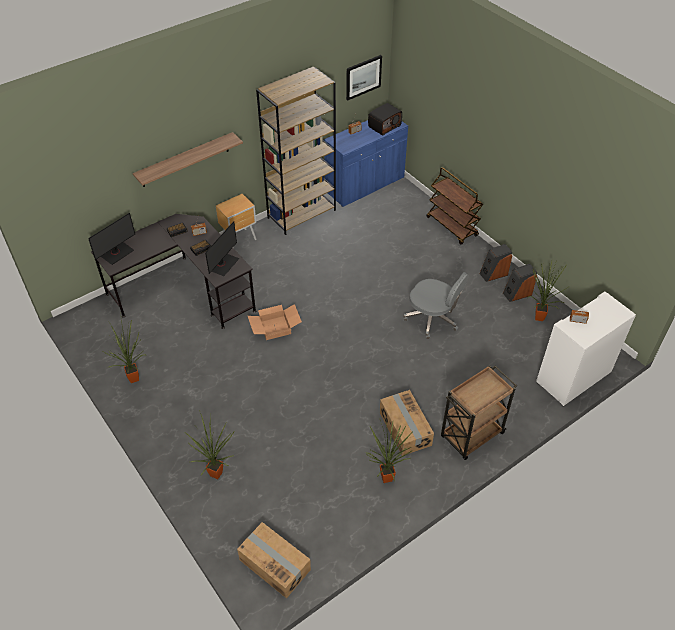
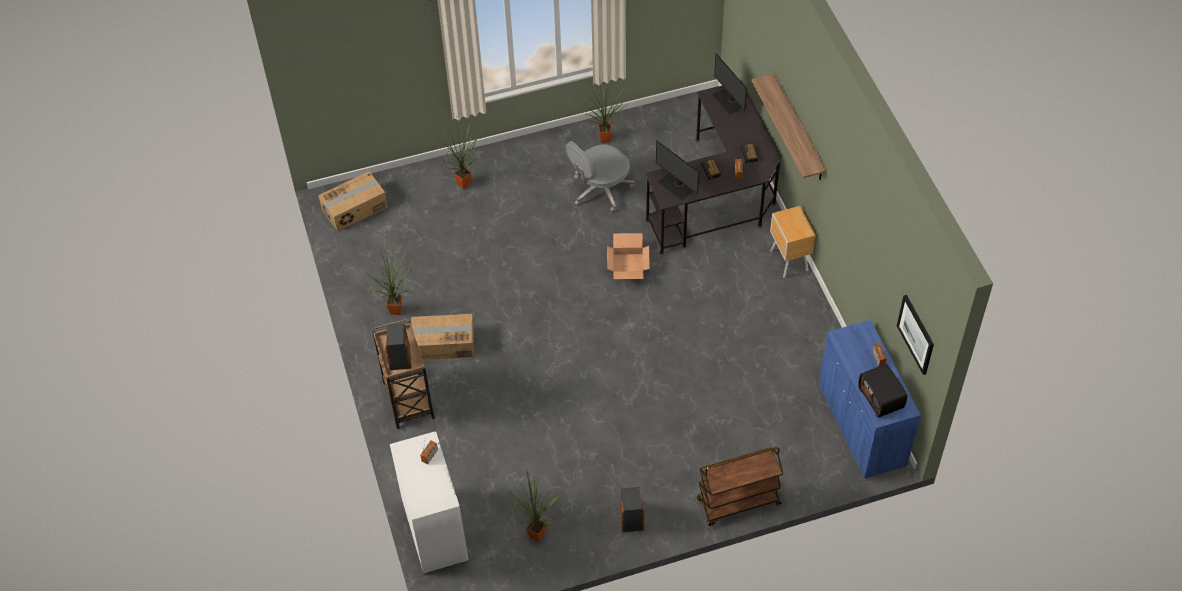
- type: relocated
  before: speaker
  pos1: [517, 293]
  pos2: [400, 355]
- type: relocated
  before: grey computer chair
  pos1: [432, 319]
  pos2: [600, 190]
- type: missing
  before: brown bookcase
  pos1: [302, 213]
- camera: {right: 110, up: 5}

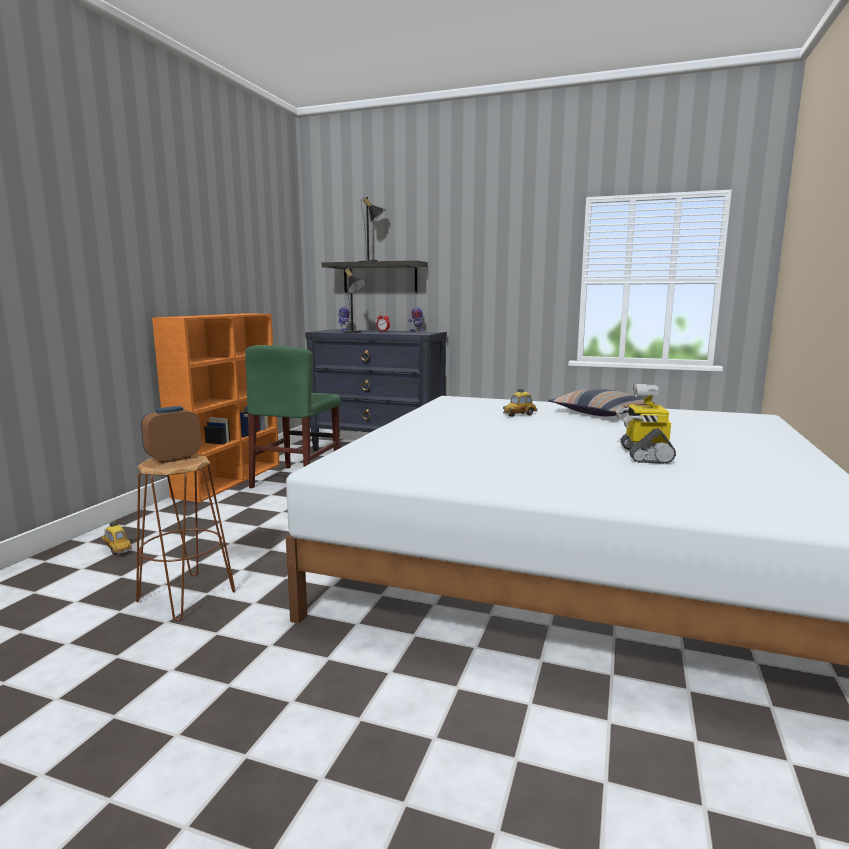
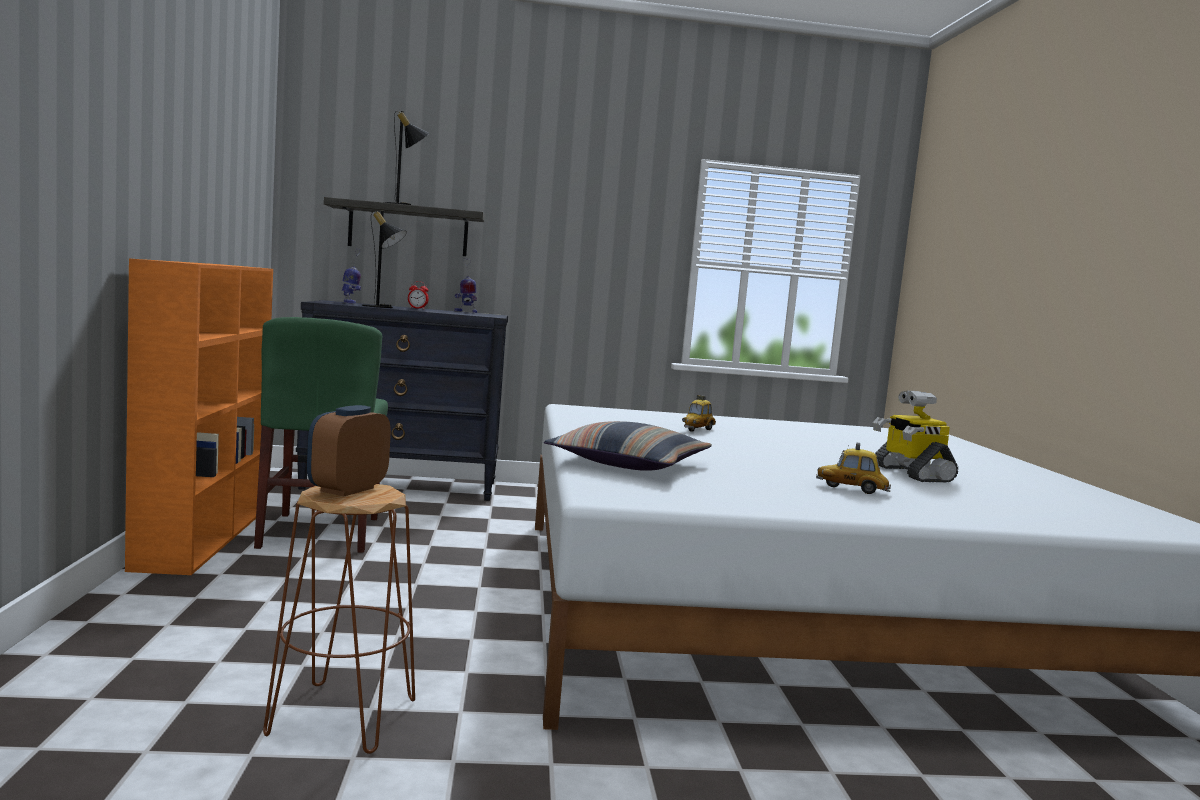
- type: relocated
  before: cushion
  pos1: [600, 413]
  pos2: [629, 463]
- type: relocated
  before: model car
  pos1: [116, 549]
  pos2: [851, 489]
- camera: {right: -25, up: -5}

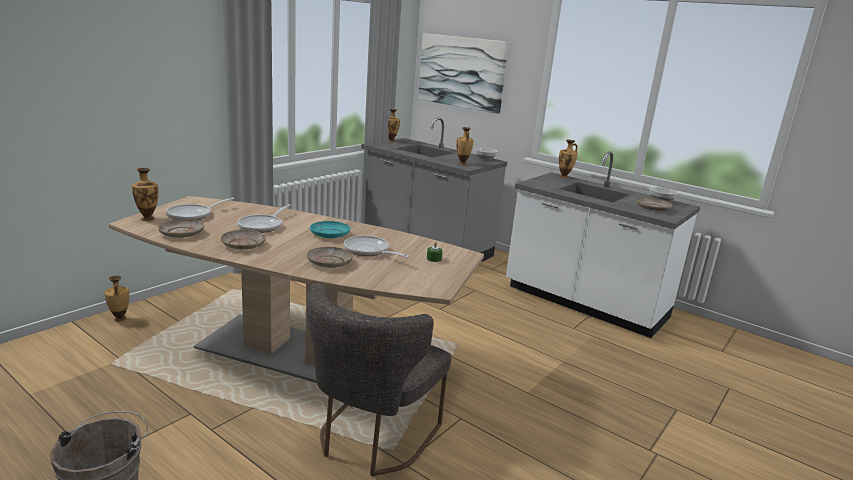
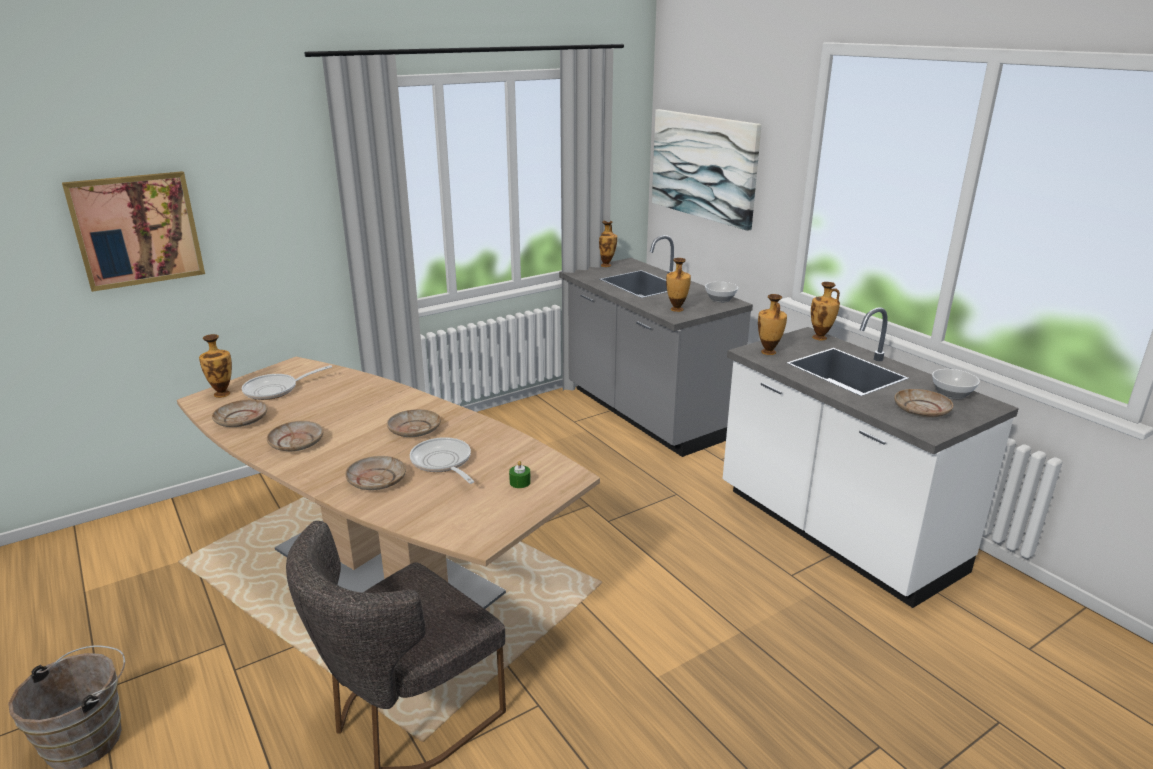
- type: appeared
  after: wall art
  pos2: [137, 230]
- type: colour
  before: turquoise plate
  after: beige-coloured plate
  pos1: [329, 234]
  pos2: [414, 430]
- type: relocated
  before: vase
  pos1: [119, 319]
  pos2: [768, 352]
- type: missing
  before: frying pan
  pos1: [263, 226]
- camera: {right: 20, up: 5}

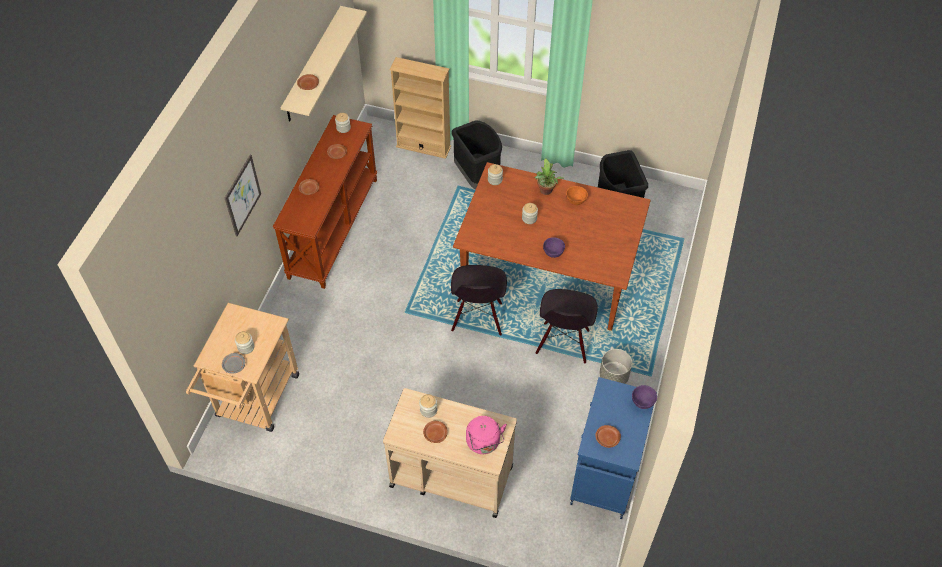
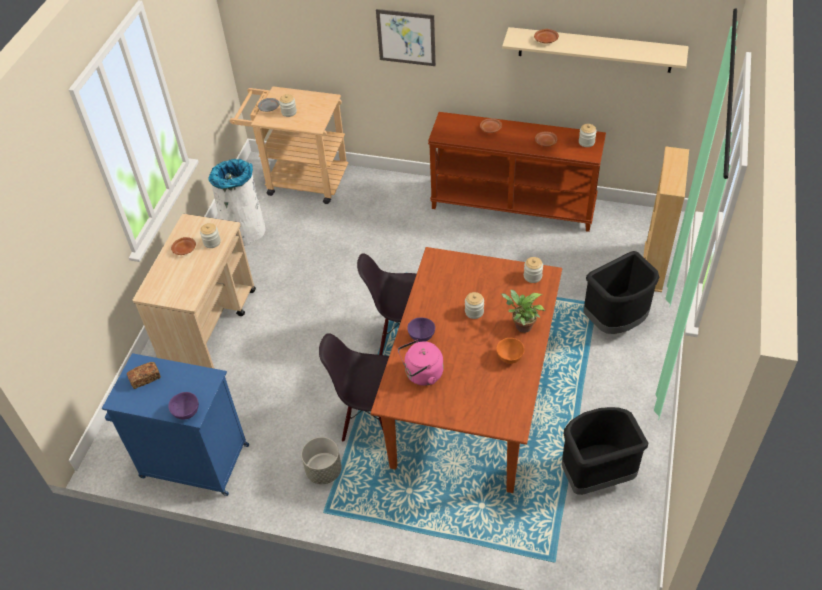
- type: exchanged
  before: brown plate
  after: bread
  pos1: [607, 438]
  pos2: [145, 378]
- type: appeared
  after: whitish waste bin
  pos2: [245, 231]
- type: relocated
  before: pink kettle
  pos1: [484, 443]
  pos2: [422, 374]
- camera: {right: 90, up: -5}

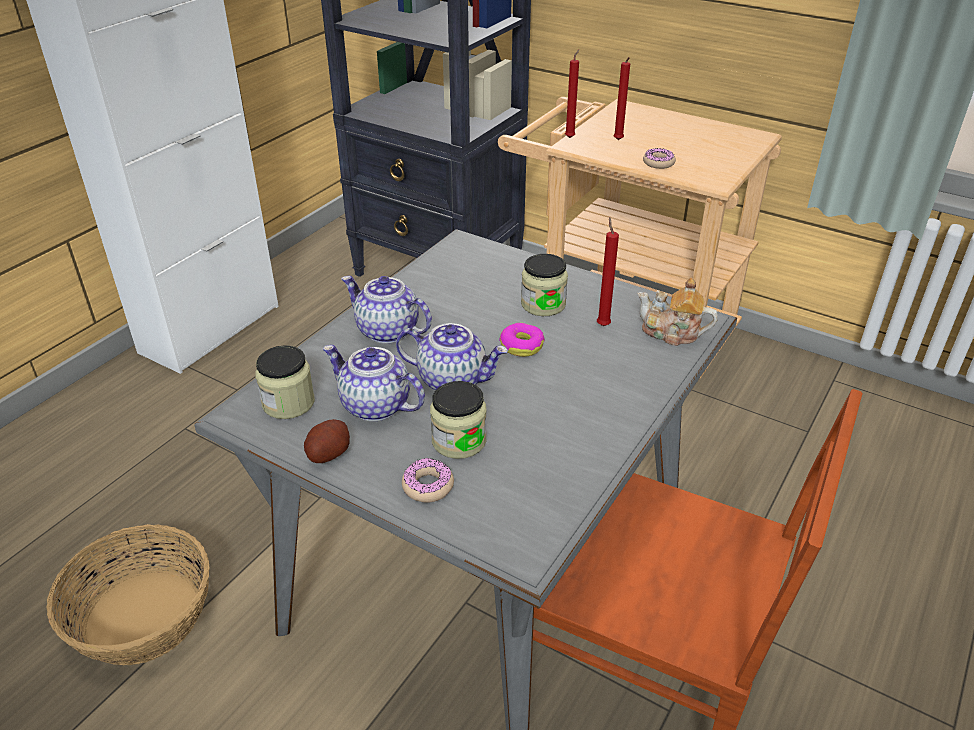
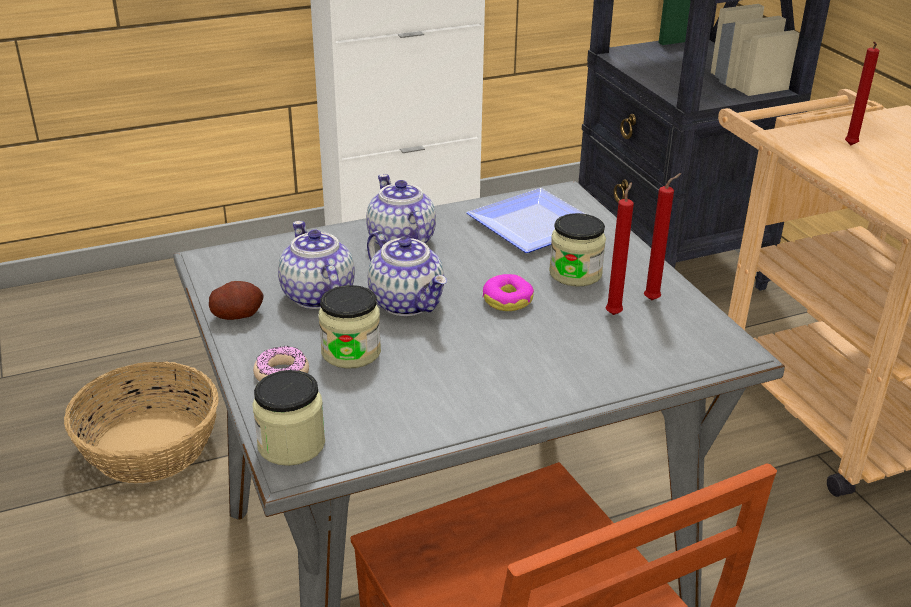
- type: relocated
  before: storage jar
  pos1: [288, 403]
  pos2: [291, 444]
- type: appeared
  after: plate
  pos2: [533, 227]
- type: relocated
  before: red wax light
  pos1: [570, 137]
  pos2: [654, 299]
- type: missing
  before: tea pot
  pos1: [671, 333]
- type: missing
  before: doughnut
  pos1: [658, 163]
- camera: {right: 35, up: -5}

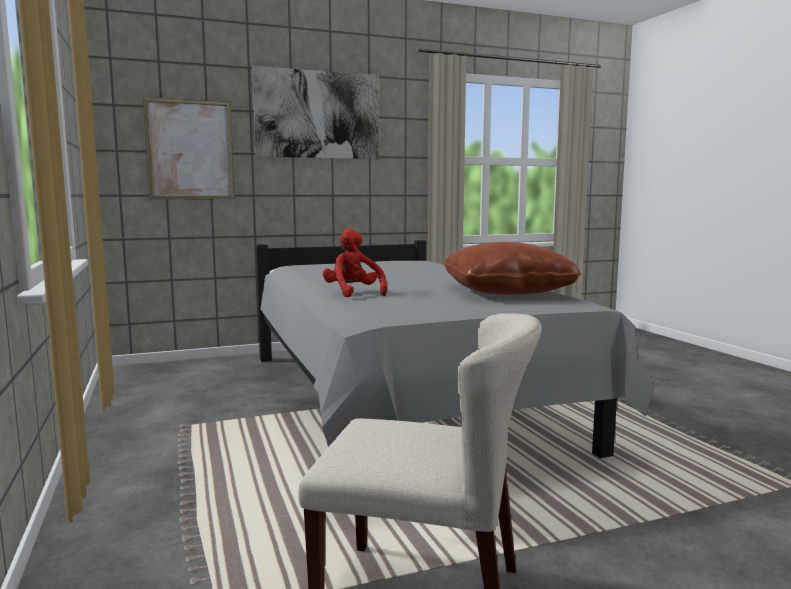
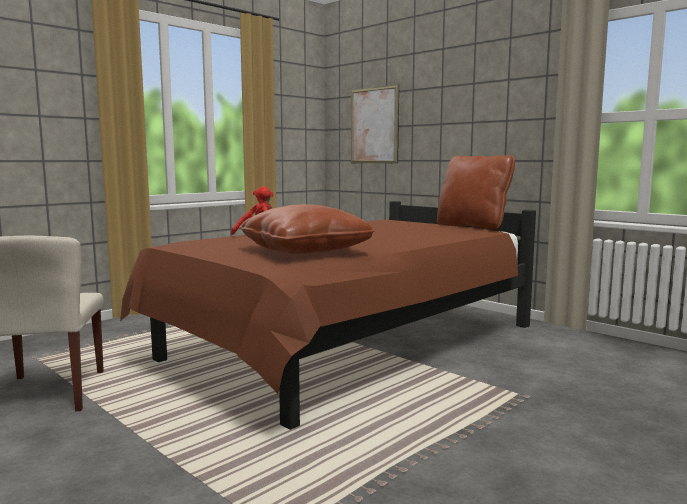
- type: colour
  before: grey bed
  after: brown bed
  pos1: [402, 402]
  pos2: [348, 345]
- type: appeared
  after: brown cushion
  pos2: [473, 226]
- type: missing
  before: wall art
  pos1: [318, 115]
- camera: {right: 65, up: 0}

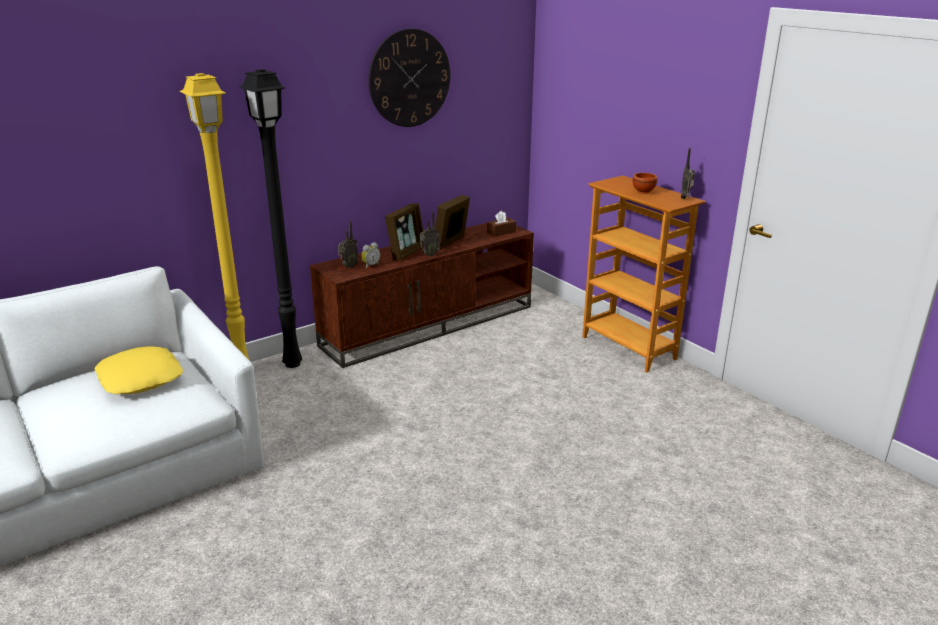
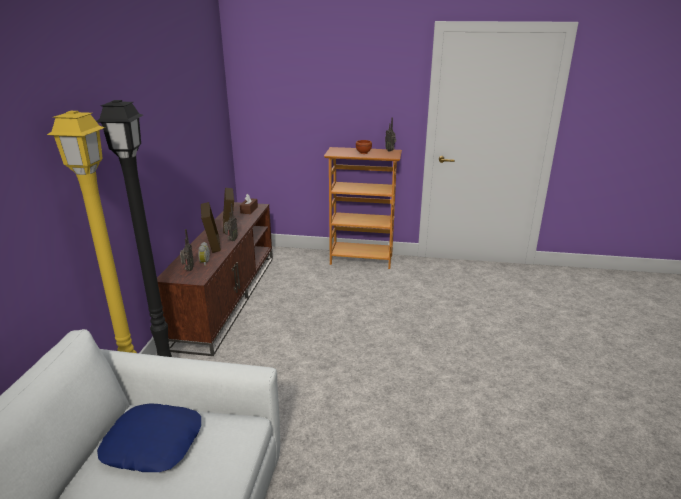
- type: colour
  before: yellow cushion
  after: blue-coloured cushion
  pos1: [141, 378]
  pos2: [153, 443]
- type: missing
  before: wall clock
  pos1: [409, 78]
- camera: {right: -45, up: 0}

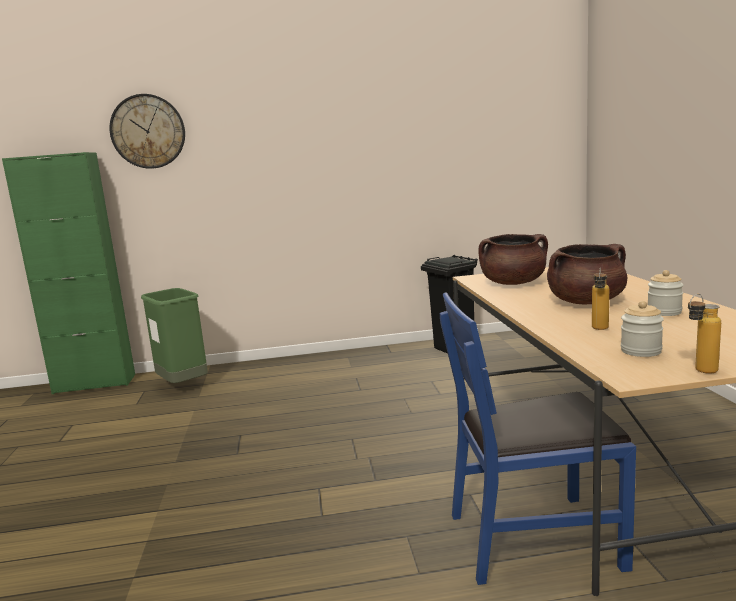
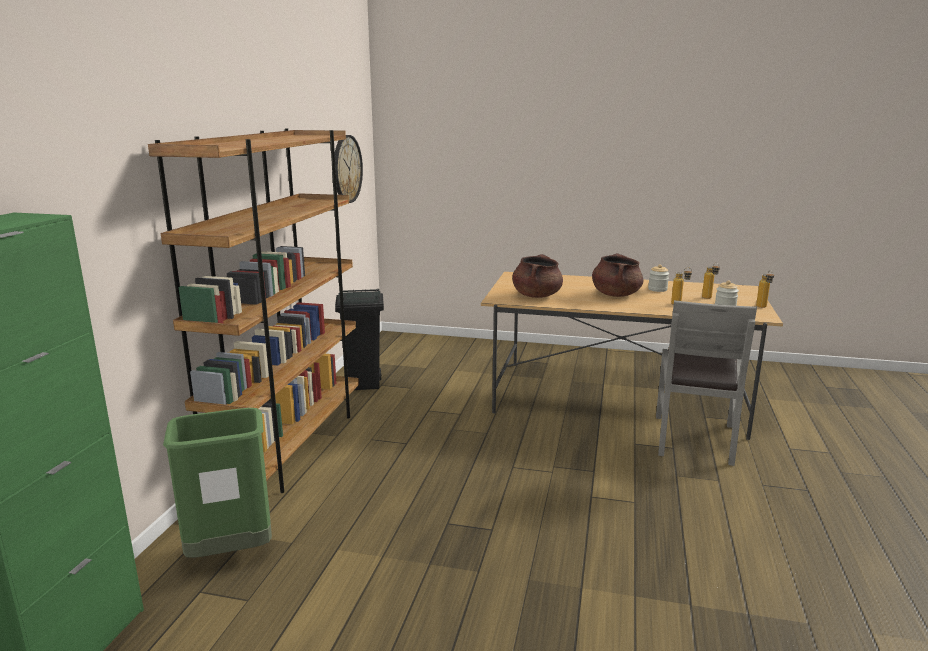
- type: appeared
  after: brown bookcase
  pos2: [291, 447]
- type: relocated
  before: wall clock
  pos1: [148, 131]
  pos2: [346, 169]
- type: colour
  before: blue-coloured plain chair
  after: grey plain chair
  pos1: [534, 538]
  pos2: [694, 439]
- type: appeared
  after: bottle
  pos2: [709, 298]
- camera: {right: -70, up: 5}

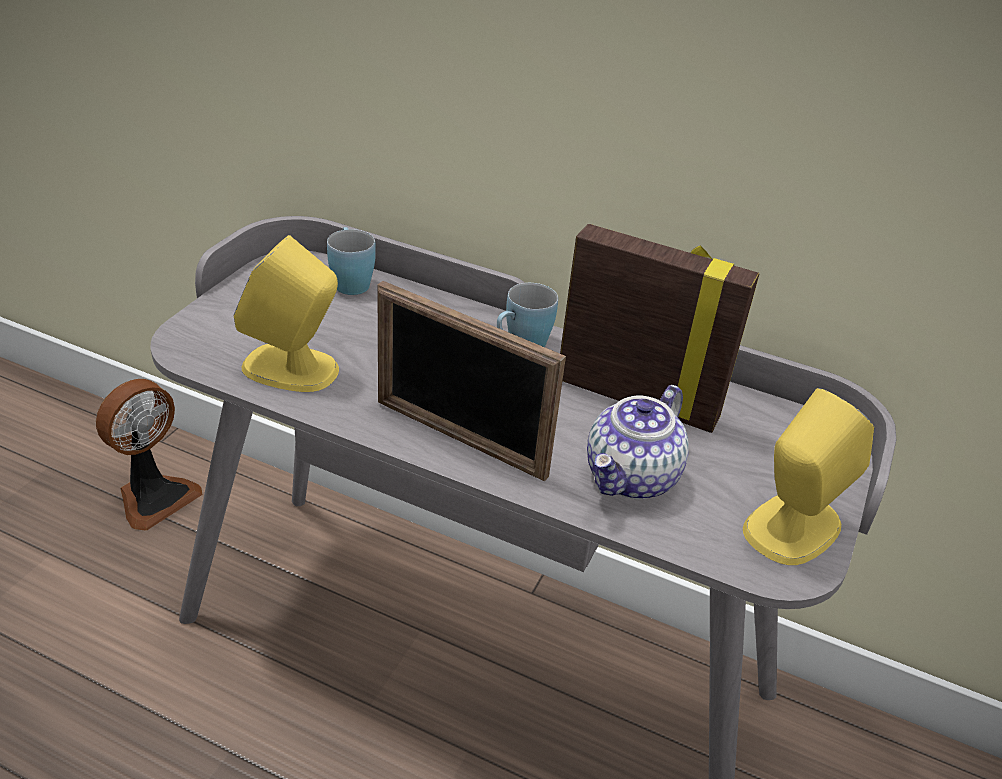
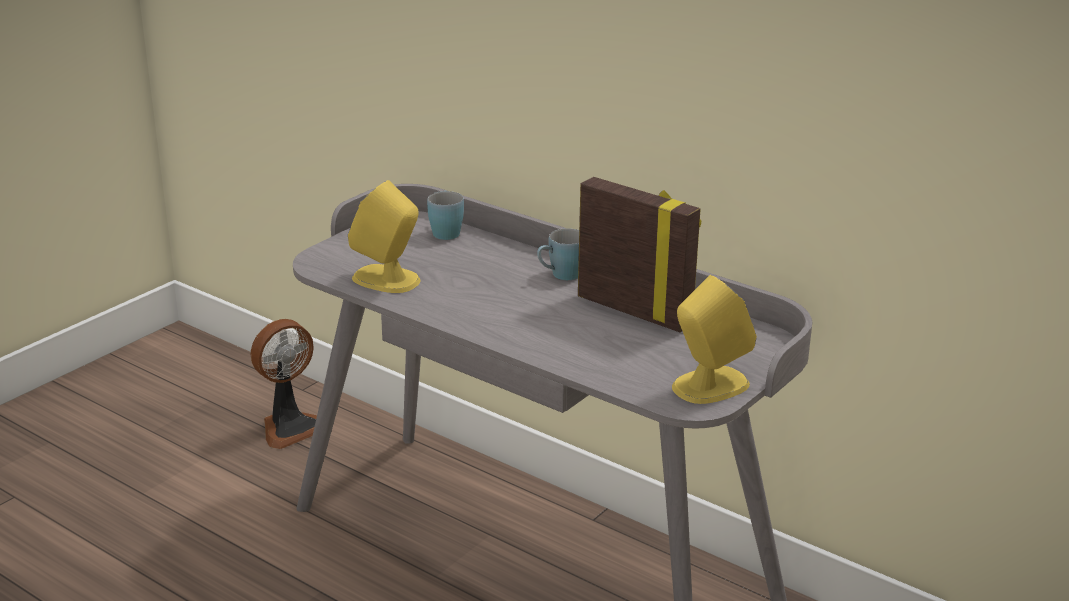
- type: missing
  before: photo frame
  pos1: [459, 439]
- type: missing
  before: tea pot
  pos1: [632, 478]
- camera: {right: 15, up: -10}

